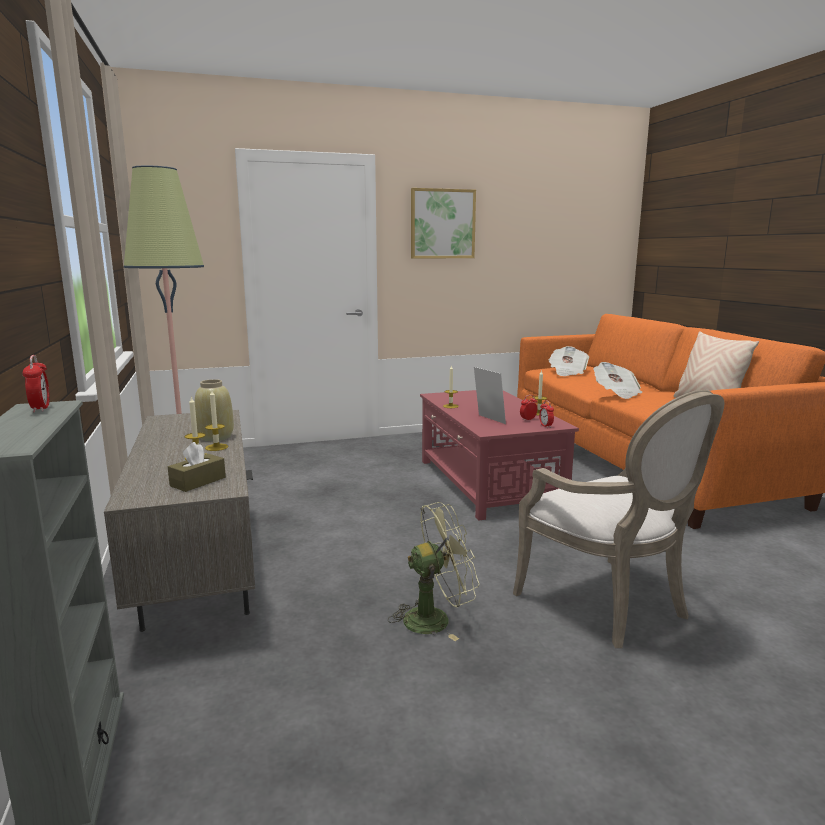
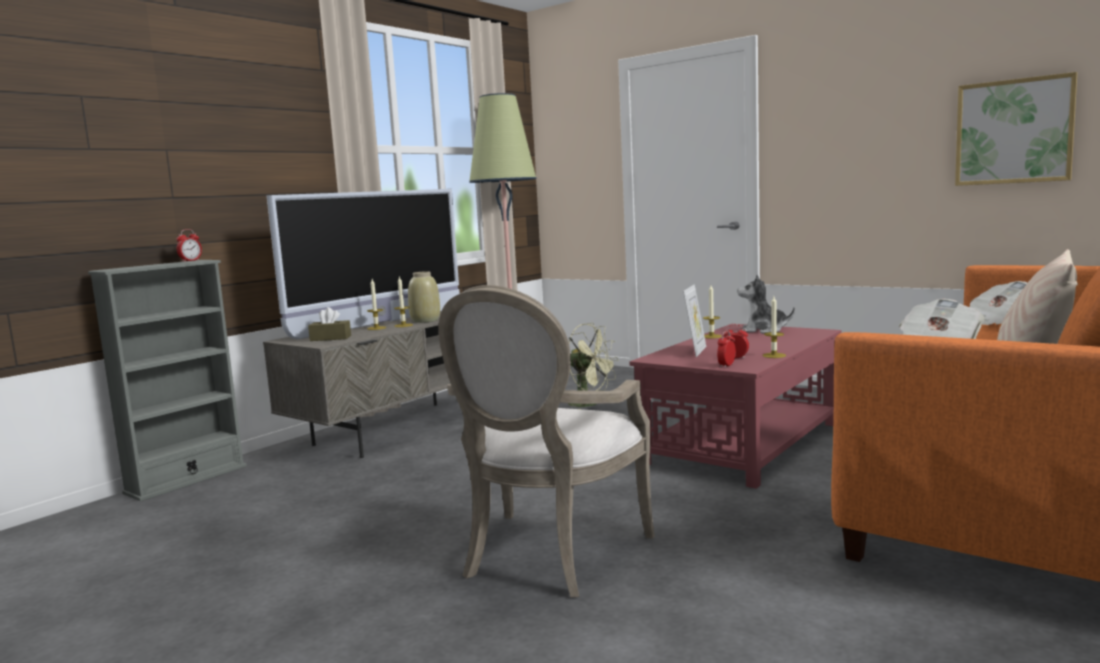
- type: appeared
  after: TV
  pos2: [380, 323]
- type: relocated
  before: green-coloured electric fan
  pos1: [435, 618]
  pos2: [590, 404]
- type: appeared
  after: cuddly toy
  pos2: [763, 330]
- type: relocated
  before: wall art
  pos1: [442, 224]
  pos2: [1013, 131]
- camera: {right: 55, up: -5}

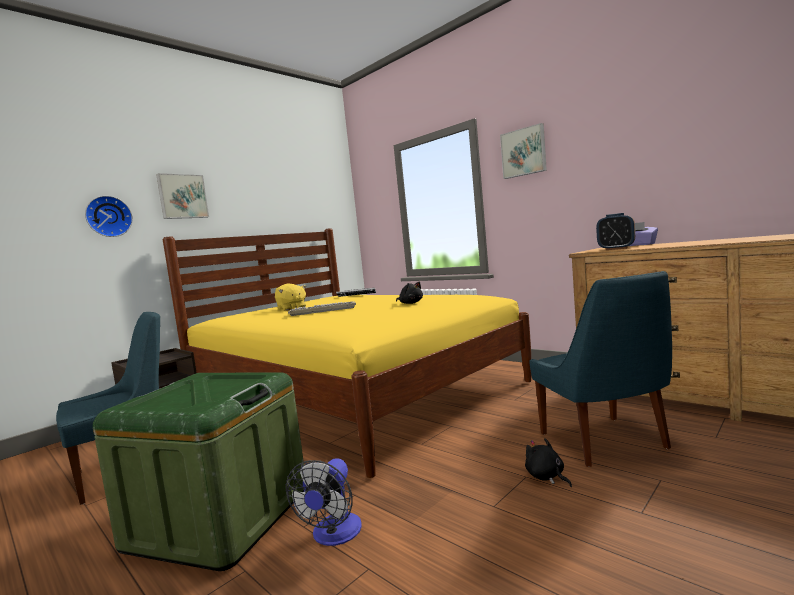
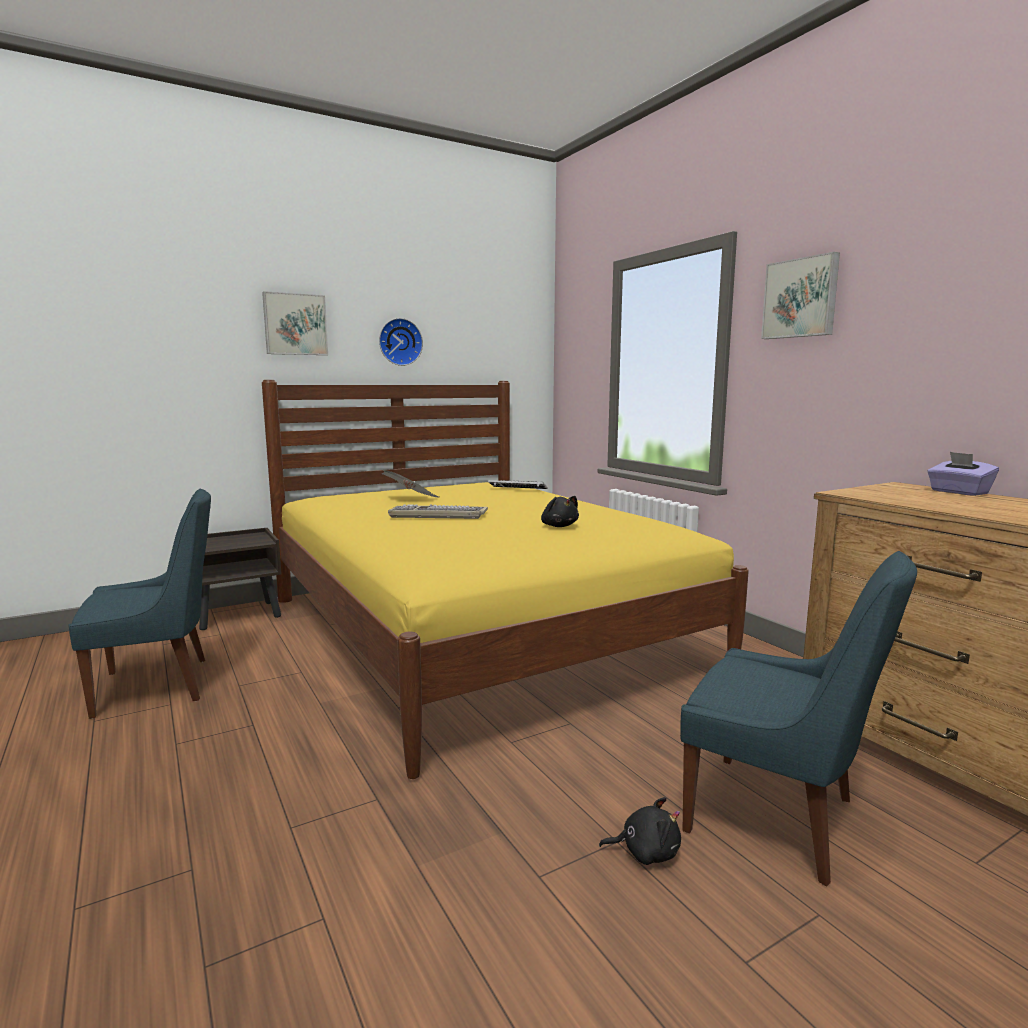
- type: relocated
  before: wall clock
  pos1: [108, 216]
  pos2: [399, 342]
- type: exchanged
  before: yellow cuddly toy
  after: newspaper
  pos1: [291, 308]
  pos2: [411, 499]
- type: spun
  before: blackish cuddly toy
  pos1: [546, 477]
  pos2: [646, 852]
  turn: 105
- type: spun
  before: blue-coloured plain chair
  pos1: [605, 442]
  pos2: [777, 818]
  turn: -60
- type: missing
  before: green-coloured storage container
  pos1: [220, 518]
- type: missing
  before: electric fan
  pos1: [334, 535]
- type: missing
  before: table clock
  pos1: [616, 249]
- camera: {right: 15, up: 5}

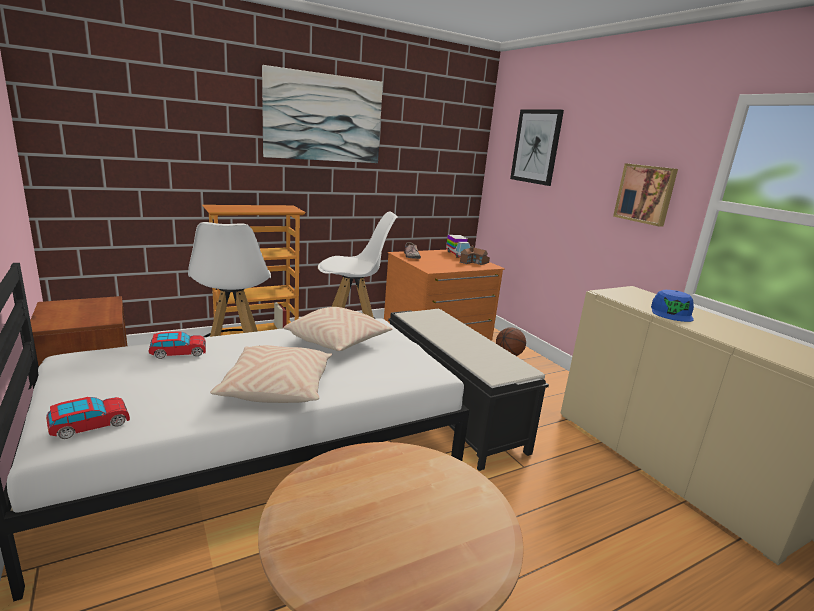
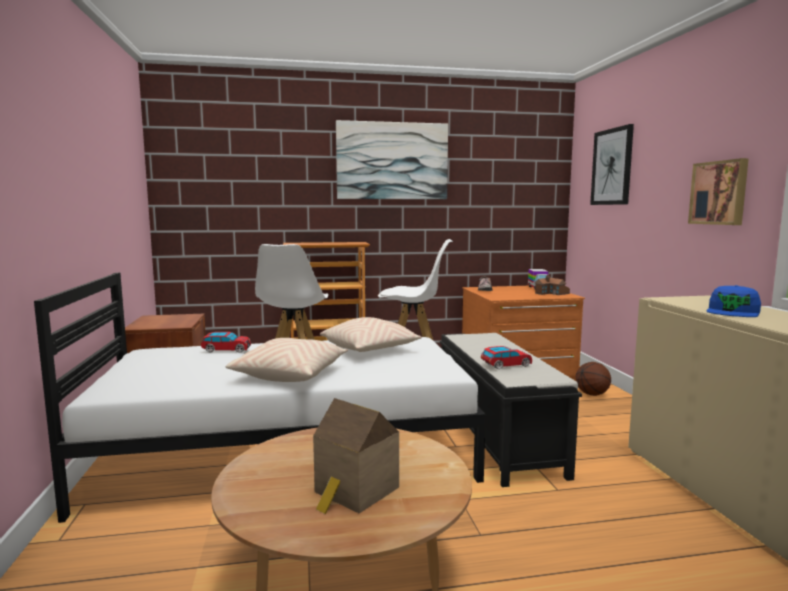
- type: appeared
  after: model house
  pos2: [355, 492]
- type: relocated
  before: model car
  pos1: [90, 425]
  pos2: [506, 365]
- camera: {right: 20, up: -10}

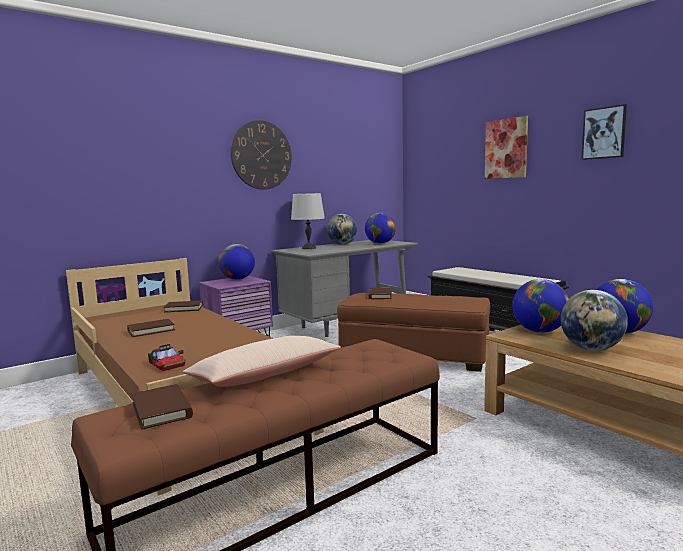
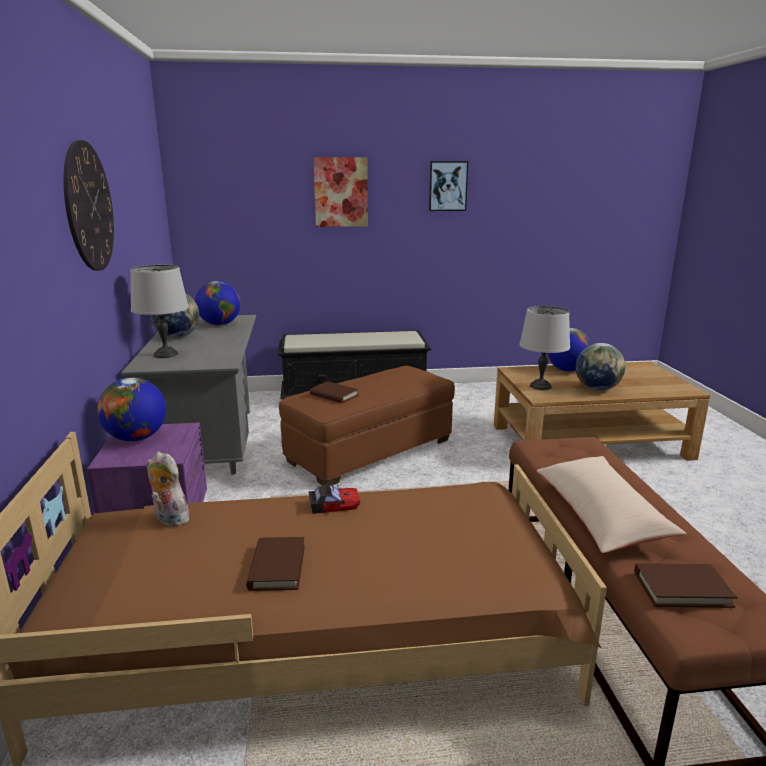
- type: exchanged
  before: brown volume
  after: cuddly toy
  pos1: [184, 308]
  pos2: [169, 519]
- type: relocated
  before: model car
  pos1: [167, 364]
  pos2: [334, 504]
- type: exchanged
  before: world globe
  after: grey lamp for a table
  pos1: [539, 331]
  pos2: [541, 386]
- camera: {right: -60, up: 10}

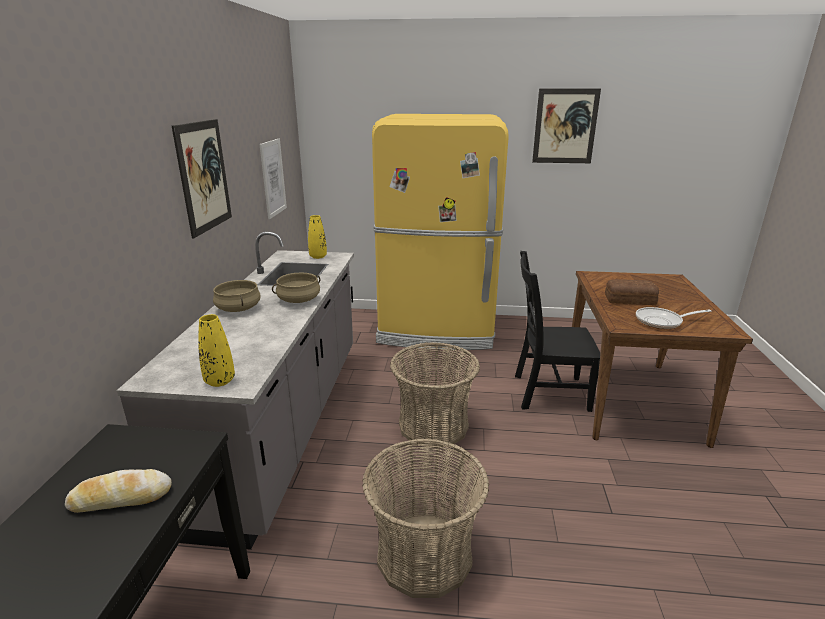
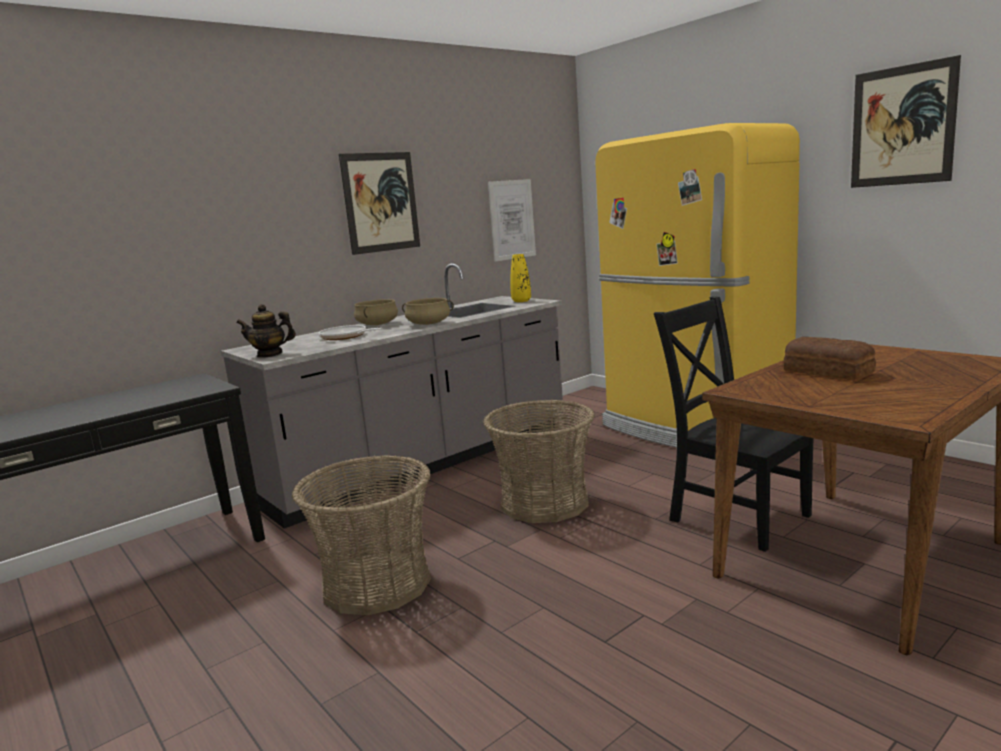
- type: exchanged
  before: yellow vase
  after: tea pot
  pos1: [220, 381]
  pos2: [270, 354]
- type: relocated
  before: frying pan
  pos1: [662, 321]
  pos2: [346, 337]
- type: missing
  before: bread
  pos1: [121, 498]
- camera: {right: 45, up: -10}

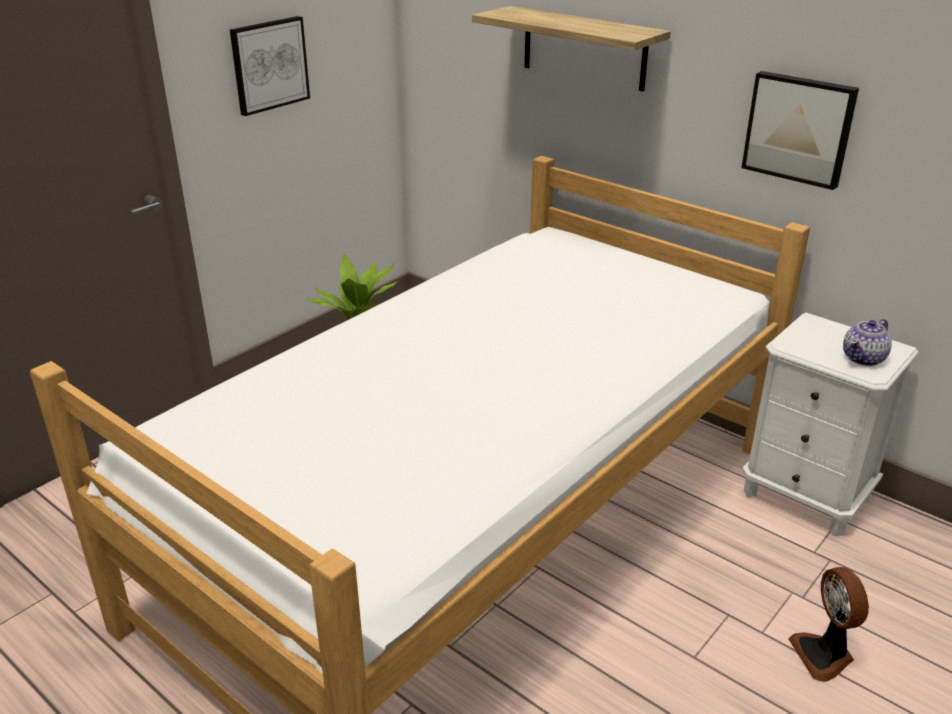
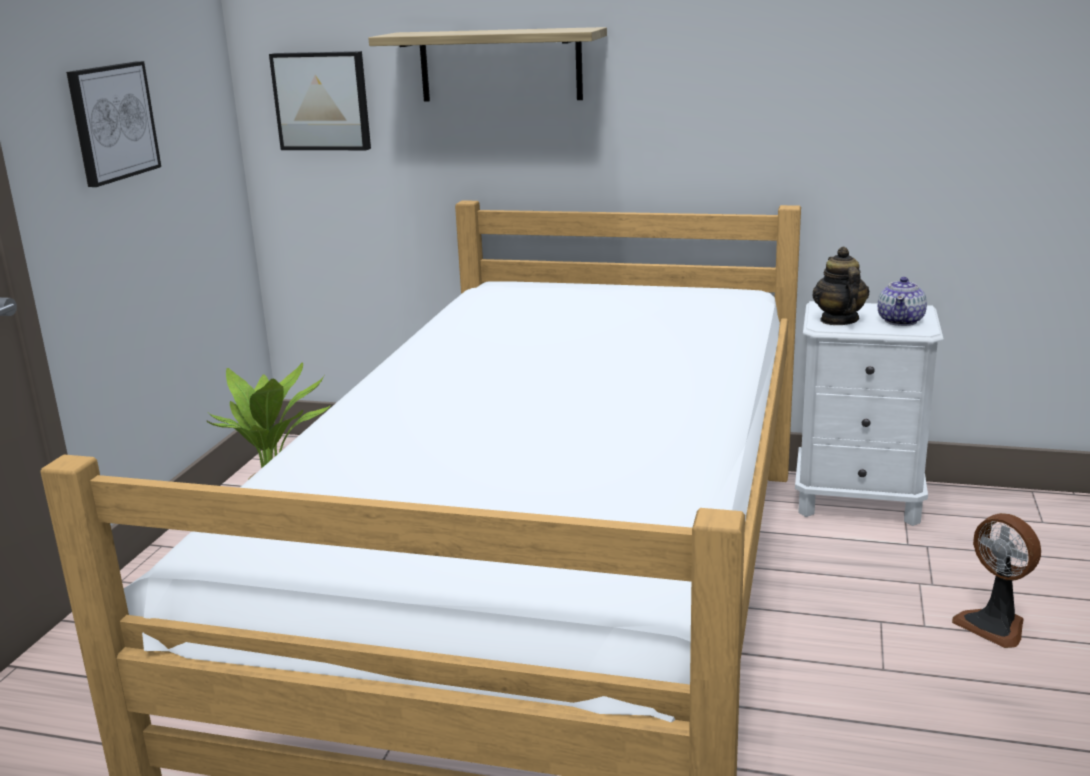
- type: relocated
  before: wall art
  pos1: [799, 128]
  pos2: [322, 101]
- type: appeared
  after: tea pot
  pos2: [838, 320]
- camera: {right: -25, up: -10}

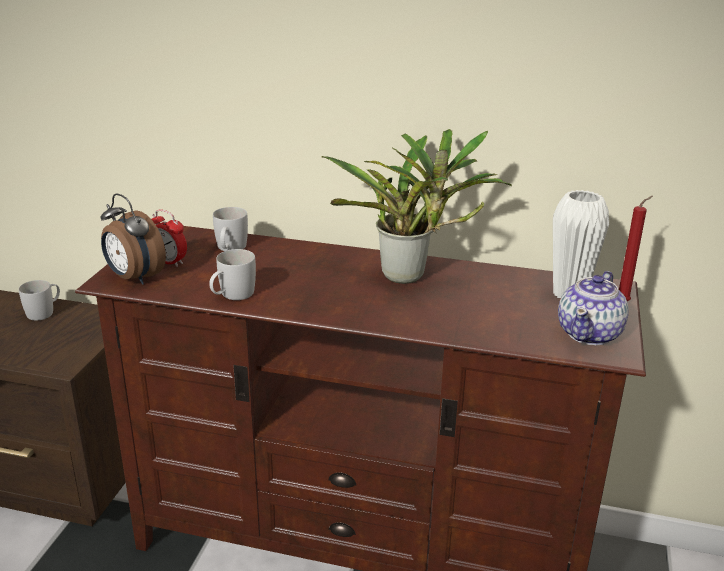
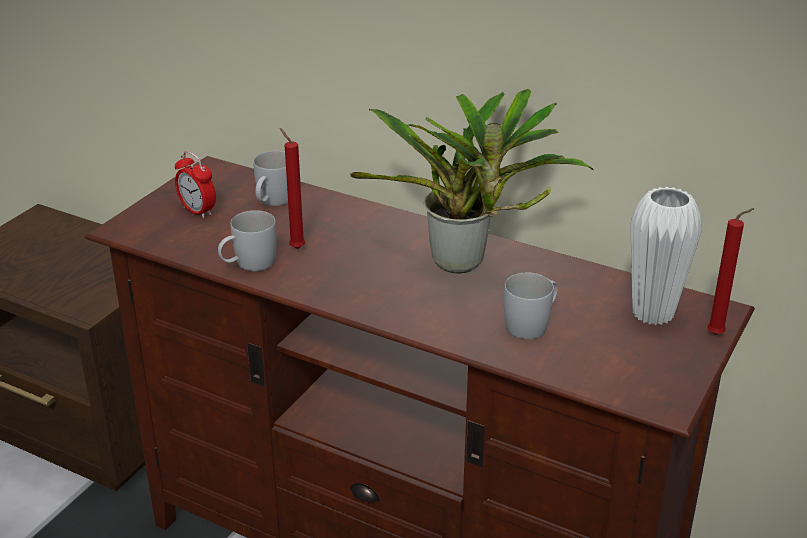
- type: appeared
  after: red wax light
  pos2: [295, 247]
- type: relocated
  before: whitish tea mug
  pos1: [44, 312]
  pos2: [532, 324]
- type: missing
  before: table clock
  pos1: [134, 278]
- type: missing
  before: tea pot
  pos1: [590, 333]
- camera: {right: 15, up: 5}

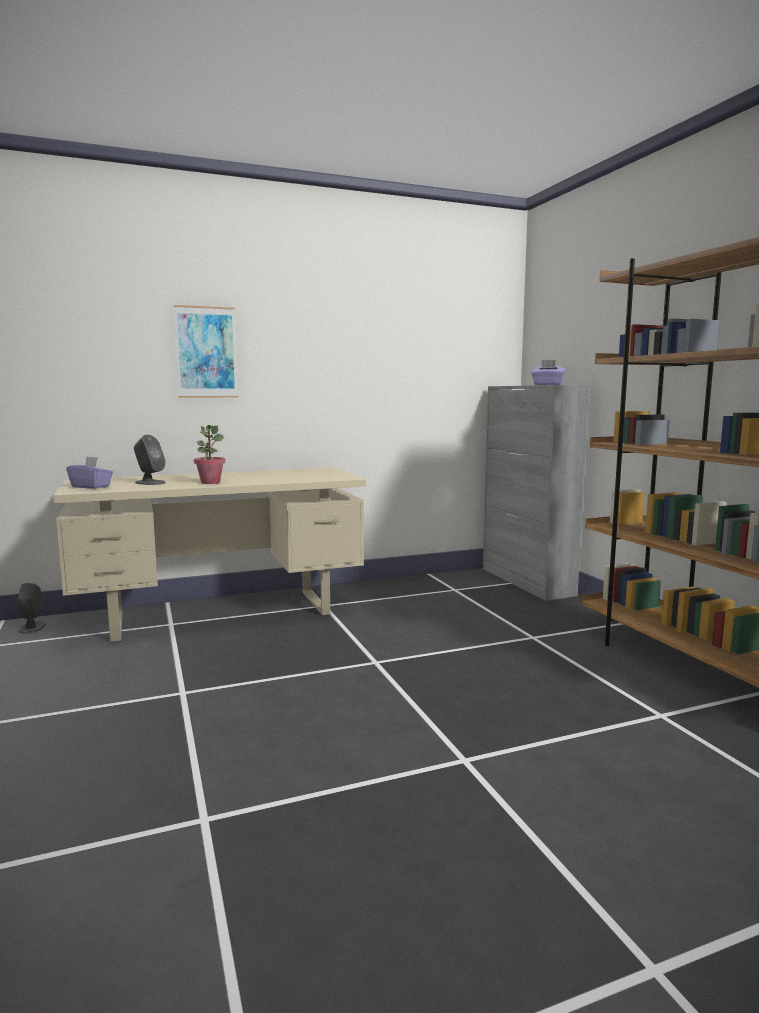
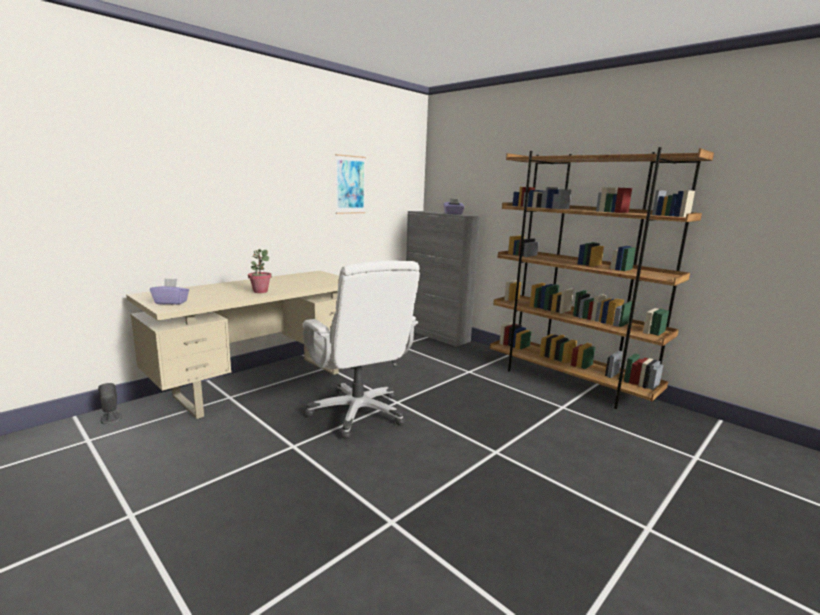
- type: appeared
  after: whitish computer chair
  pos2: [358, 413]
- type: relocated
  before: wall art
  pos1: [206, 352]
  pos2: [350, 185]
- type: missing
  before: grey speaker
  pos1: [150, 483]
- camera: {right: -25, up: 5}

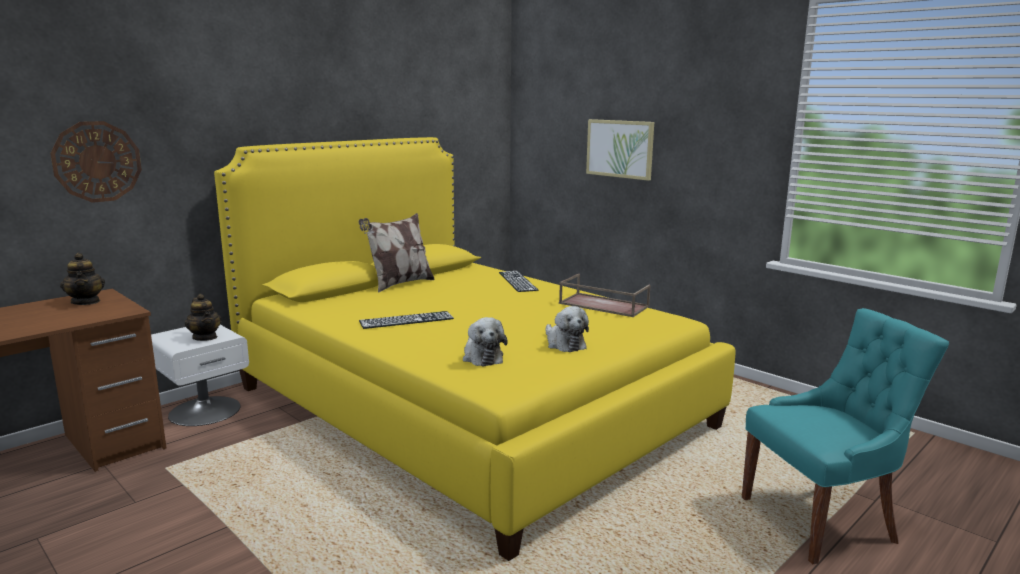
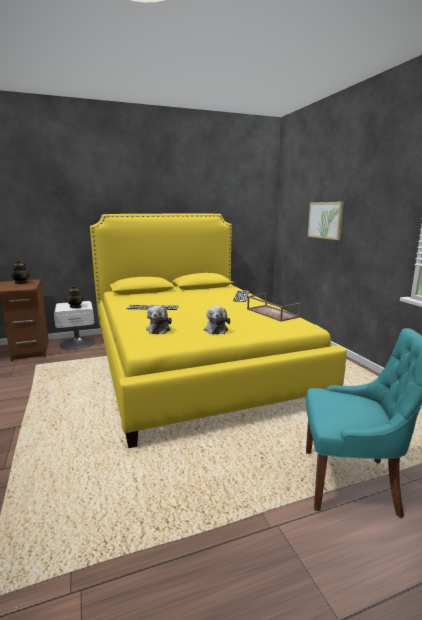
- type: missing
  before: wall clock
  pos1: [97, 161]
- type: missing
  before: cushion
  pos1: [399, 284]
- camera: {right: 25, up: 0}

